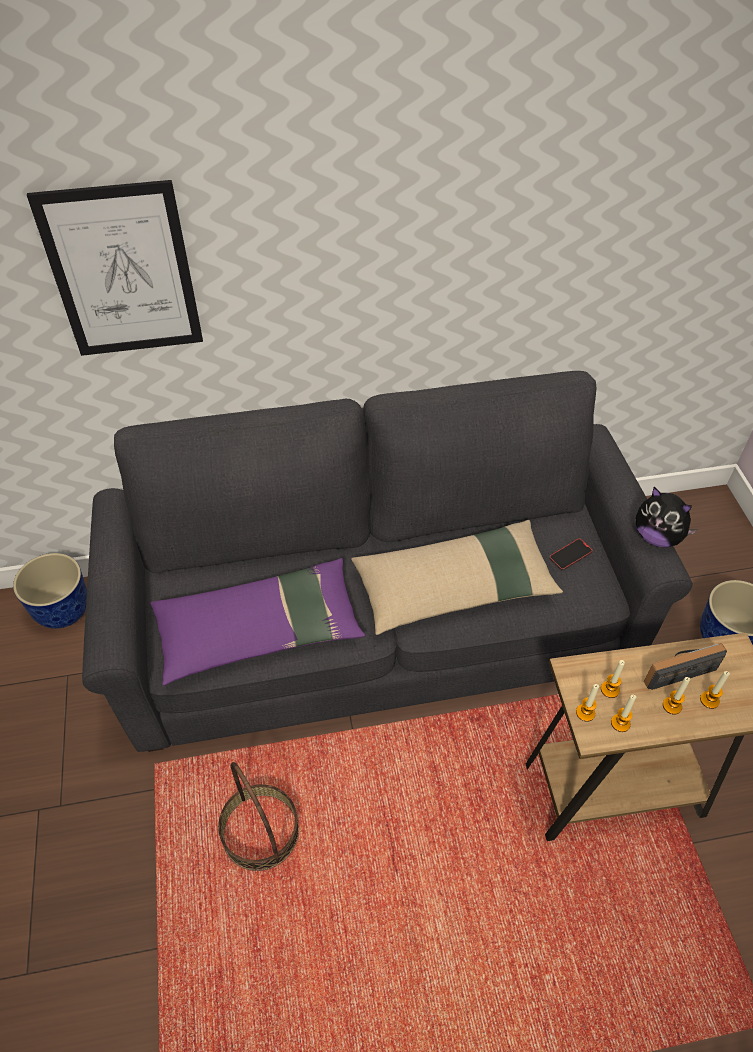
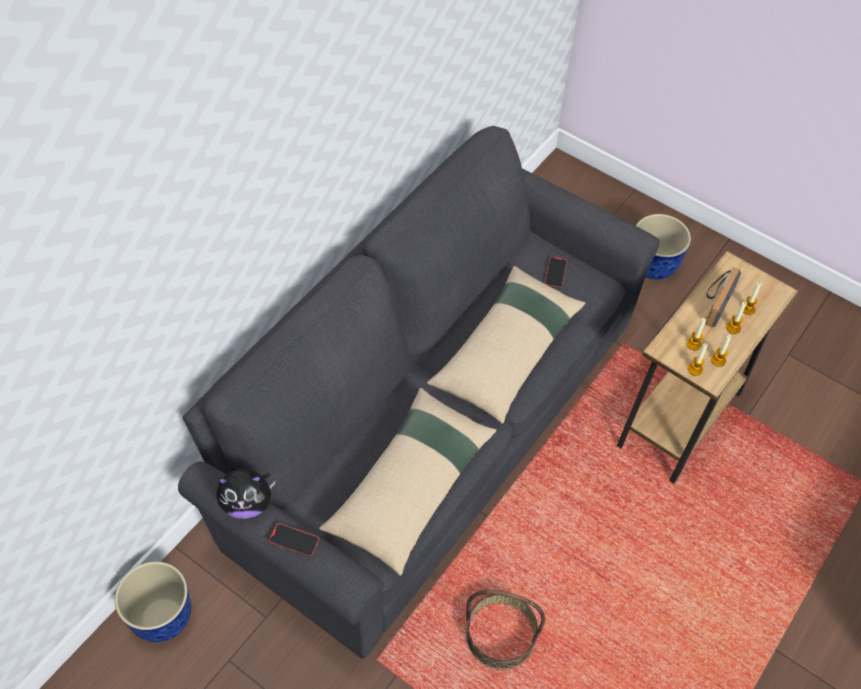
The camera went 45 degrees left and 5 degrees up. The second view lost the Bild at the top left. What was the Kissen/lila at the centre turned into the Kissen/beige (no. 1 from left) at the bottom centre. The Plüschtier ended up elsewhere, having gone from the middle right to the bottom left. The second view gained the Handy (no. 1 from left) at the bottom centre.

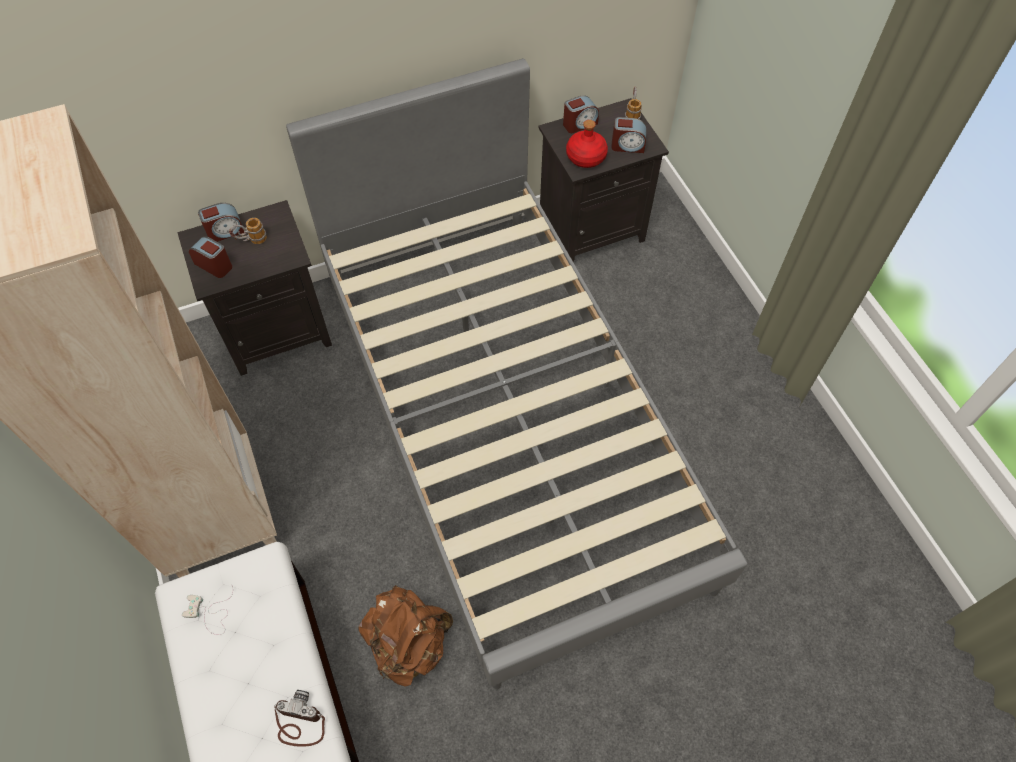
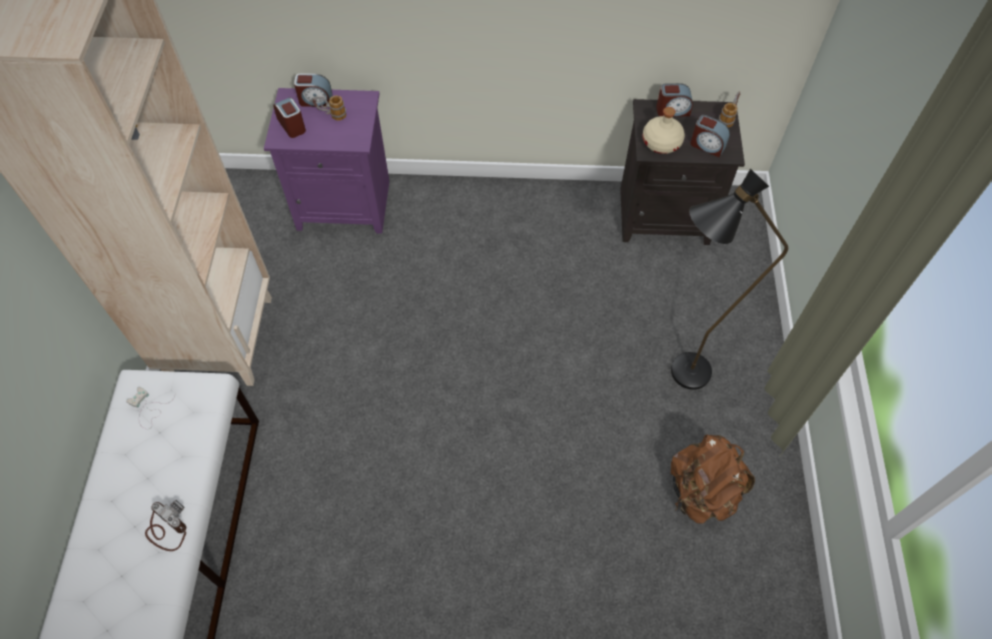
The camera went 25 degrees right and 0 degrees up. What was the Nachttisch/schwarz (no. 1 from left) at the middle left turned into the Nachttisch/lila at the top left. The second view lost the Bett/grau at the centre. The Rucksack/braun ended up elsewhere, having gone from the bottom centre to the bottom right. What was the Flasche/rot at the top centre turned into the Flasche/beige at the top right. The second view gained the Stehlampe/schwarz at the middle right.

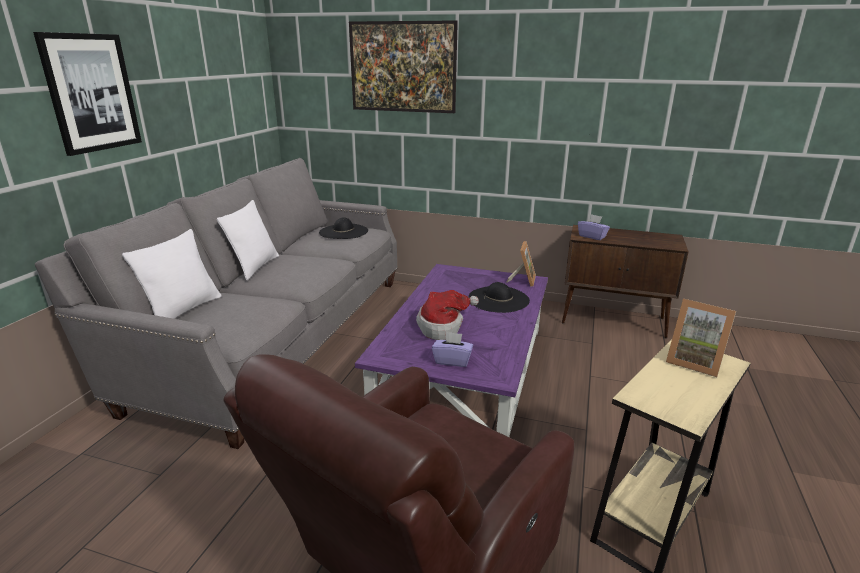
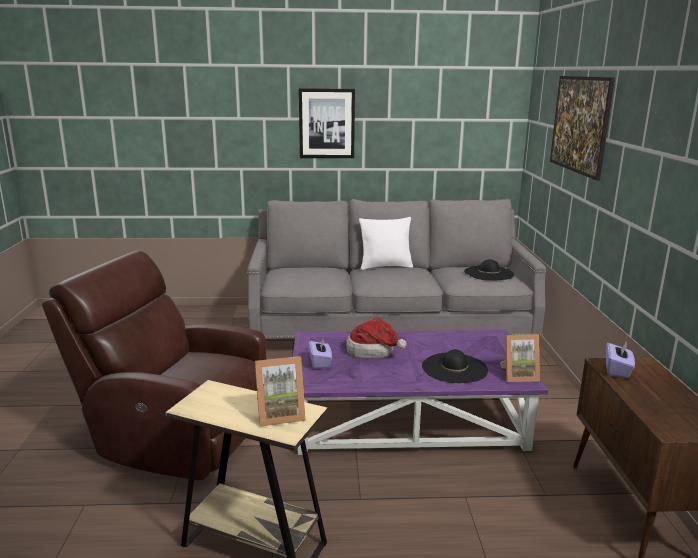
The camera went 70 degrees right and 5 degrees down. The second view lost the Kissen/weiß (no. 1 from left) at the middle left. The Bilderrahmen (no. 2 from left in the first image) at the middle right ended up facing another way, 120 degrees counterclockwise from before.

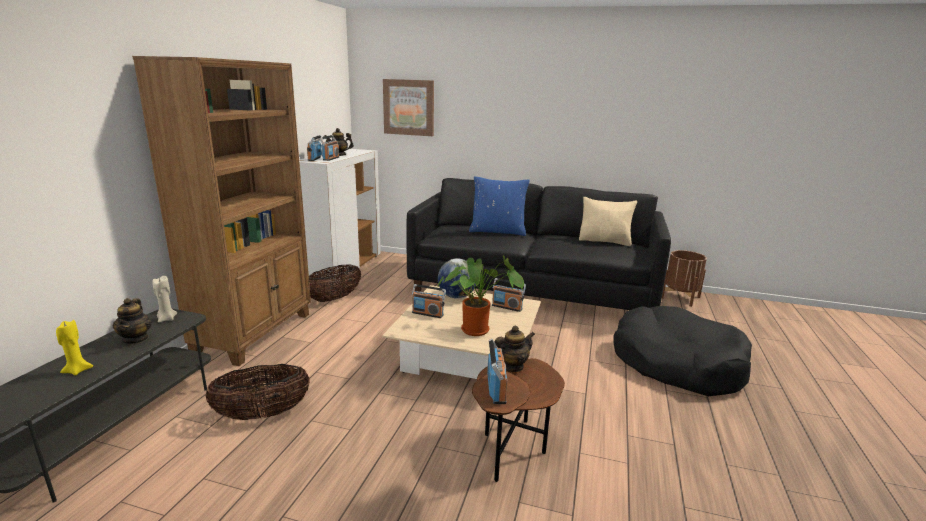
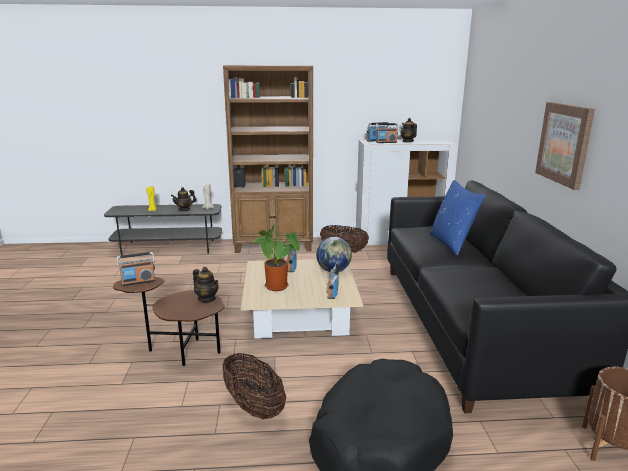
The camera went 70 degrees right and 0 degrees up. The Korb (no. 1 from left) ended up elsewhere, having gone from the bottom left to the bottom centre. The Bild ended up elsewhere, having gone from the top centre to the top right. The second view lost the Kissen/beige at the centre.

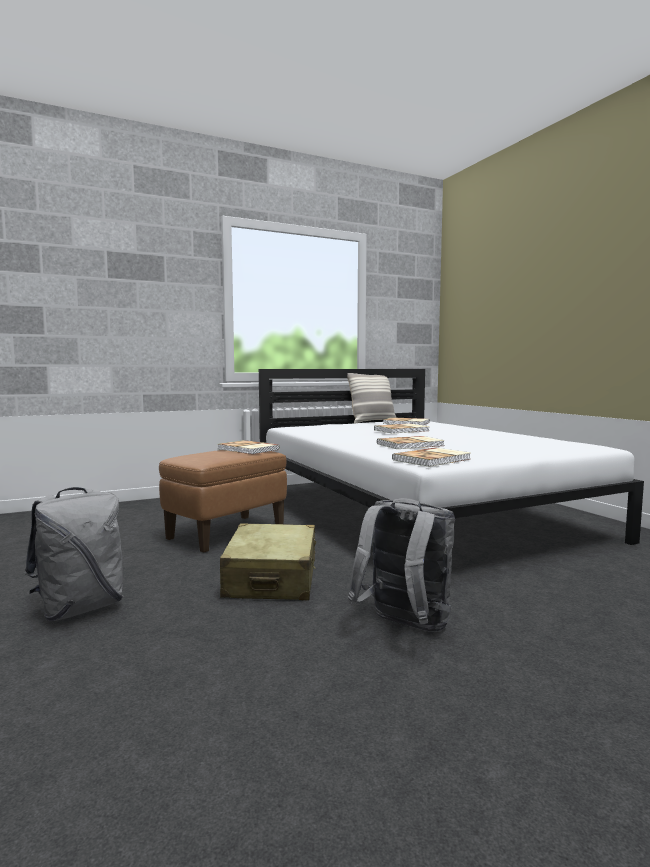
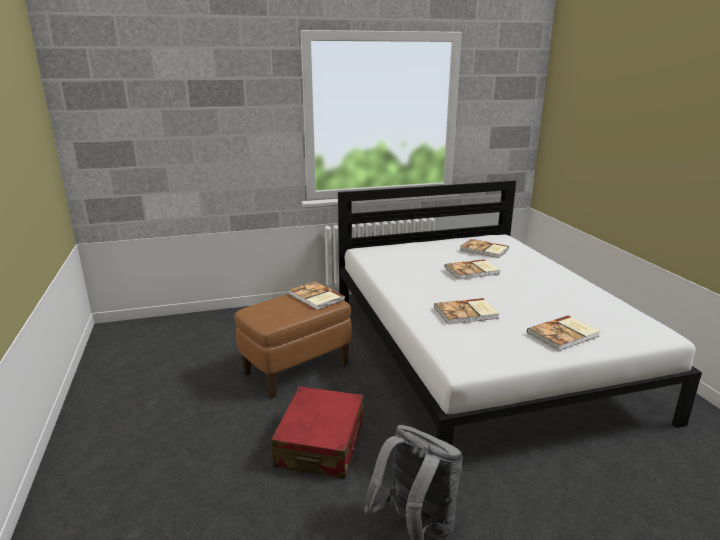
The camera went 10 degrees right and 15 degrees up. The second view lost the Rucksack/grau (no. 1 from left) at the middle left. What was the Koffer/beige at the centre turned into the Koffer/rot at the bottom centre. The second view lost the Kissen at the centre. The Buch (no. 5 from left) ended up elsewhere, having gone from the centre to the middle right.

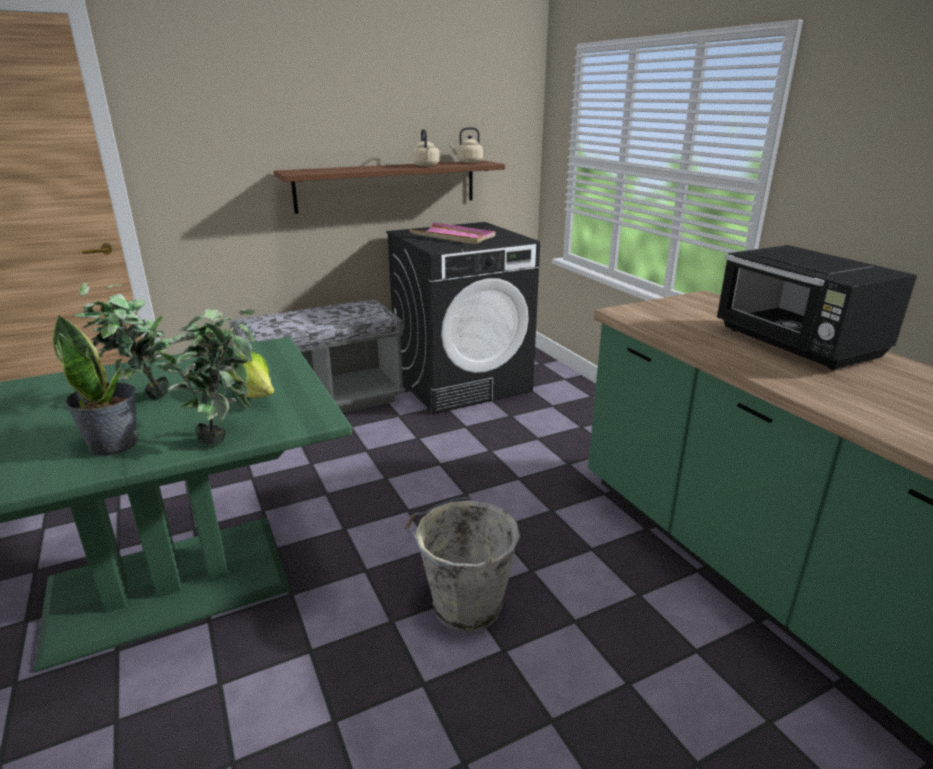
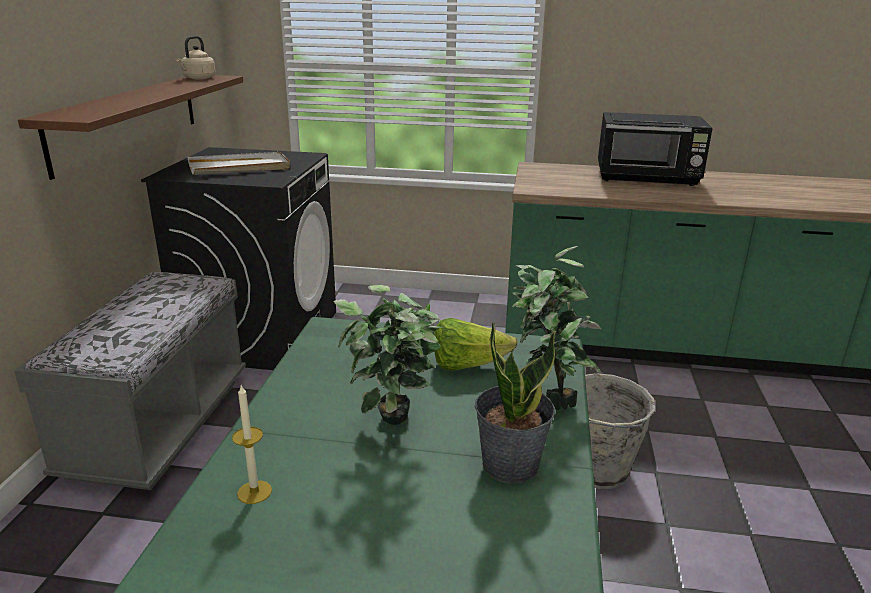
The camera went 55 degrees left and 0 degrees up. What was the Tablett/rosa at the top centre turned into the Tablett/weiß at the top left. The second view lost the Wasserkessel/beige (no. 1 from left) at the top centre. The second view gained the Kerze at the bottom left.

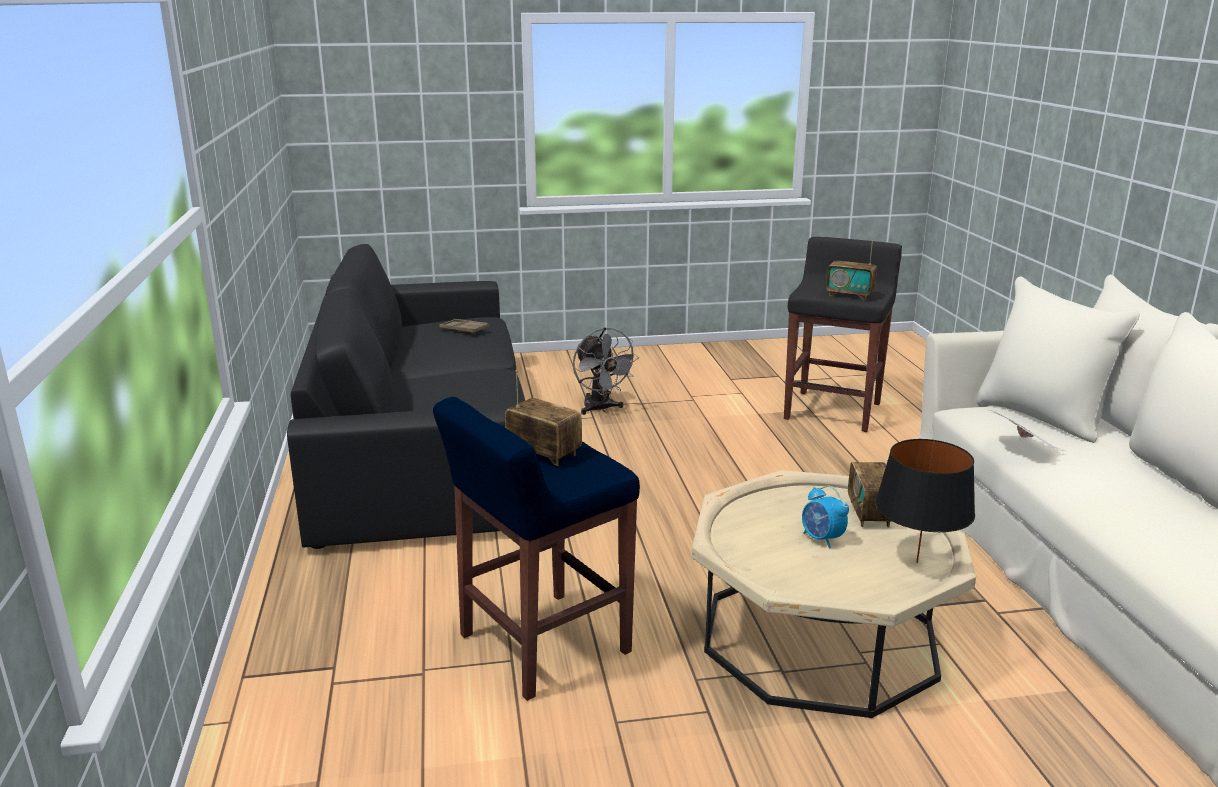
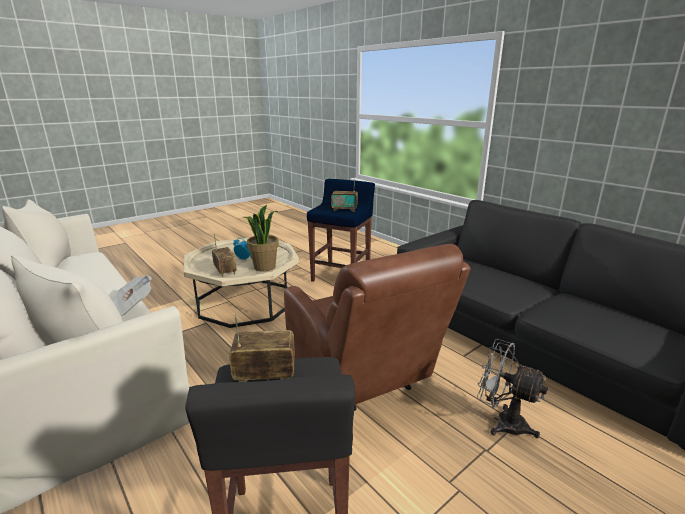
The camera went 150 degrees right and 0 degrees up. The second view lost the Tablett/braun at the centre. The second view lost the Tischlampe/schwarz at the middle right. The second view gained the Topfpflanze at the centre. The second view gained the Sessel/braun at the centre.

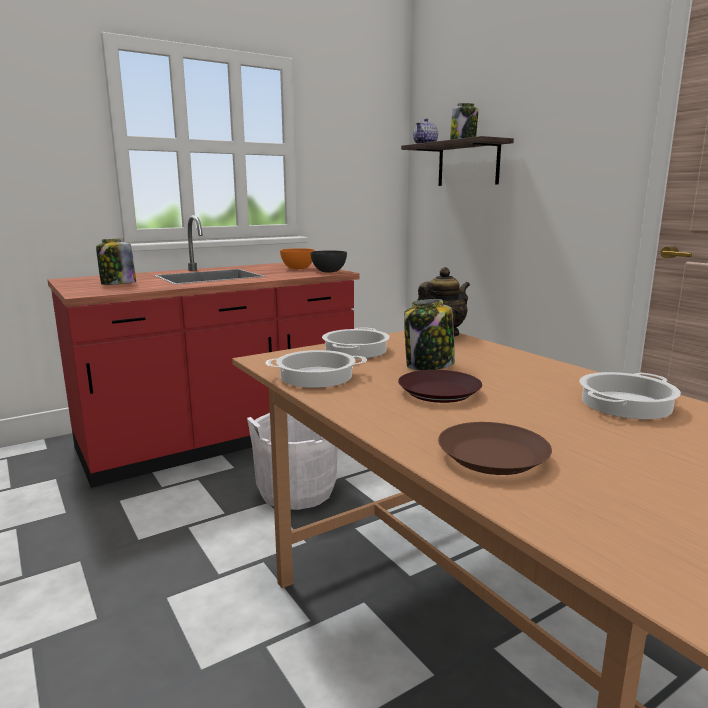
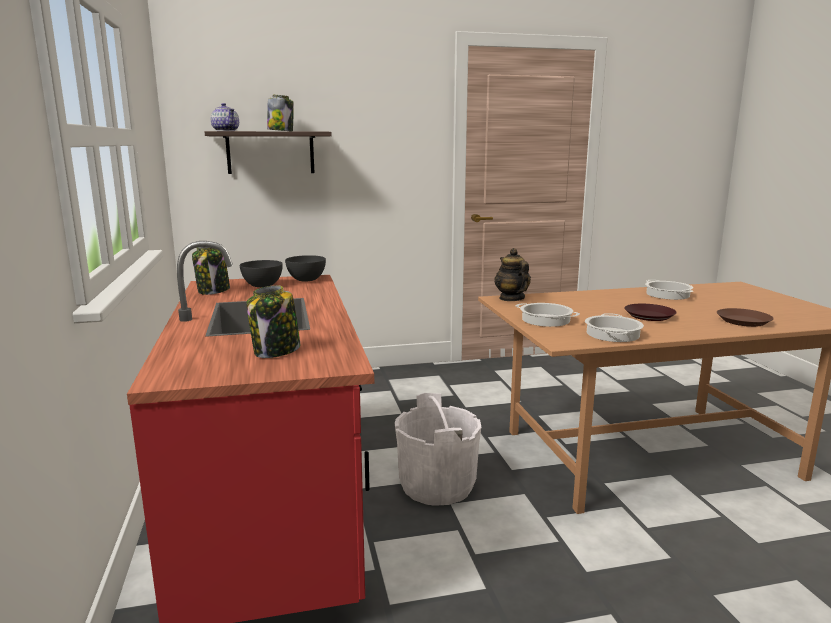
The camera went 70 degrees left and 0 degrees up. What was the Schüssel/orange at the centre turned into the Schüssel/grau (no. 1 from left) at the middle left. The Vorratsglas (no. 2 from left in the first image) ended up elsewhere, having gone from the centre to the middle left.

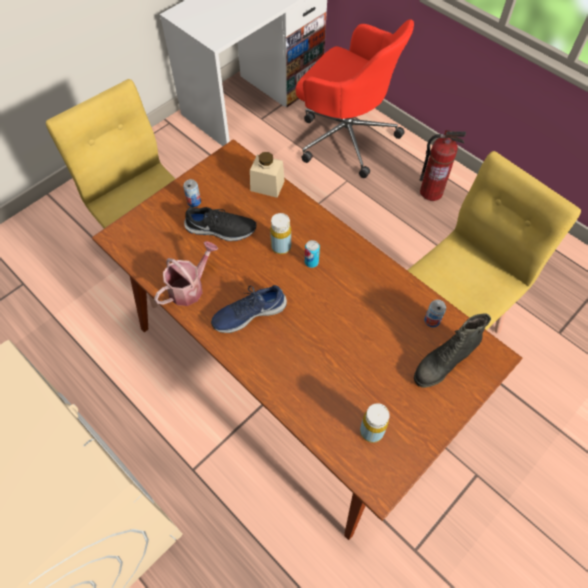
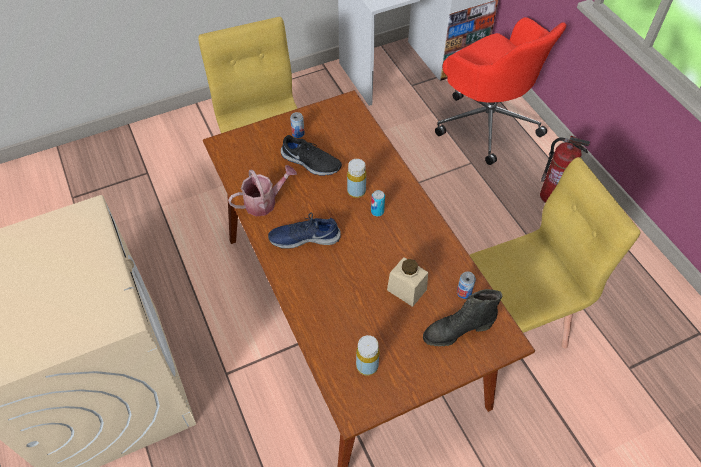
The camera went 20 degrees right and 5 degrees down. The Vorratsglas/beige ended up elsewhere, having gone from the top centre to the centre.

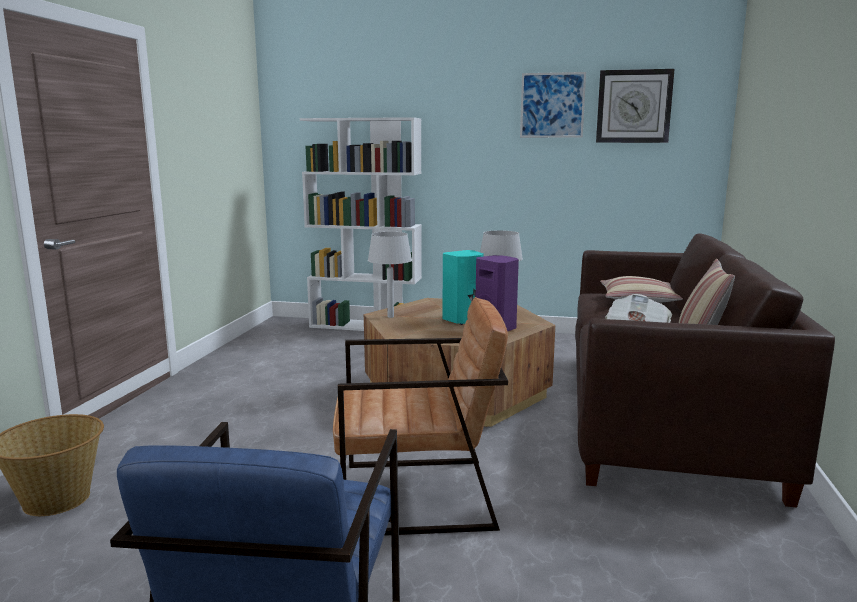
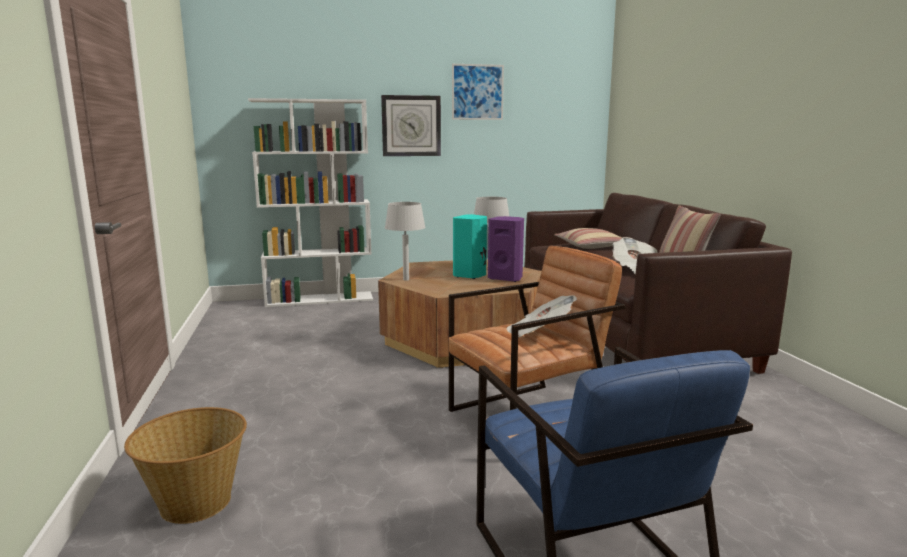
The camera went 25 degrees left and 0 degrees up. The Wanduhr ended up elsewhere, having gone from the top right to the top centre. The second view gained the Zeitung (no. 1 from left) at the centre.

